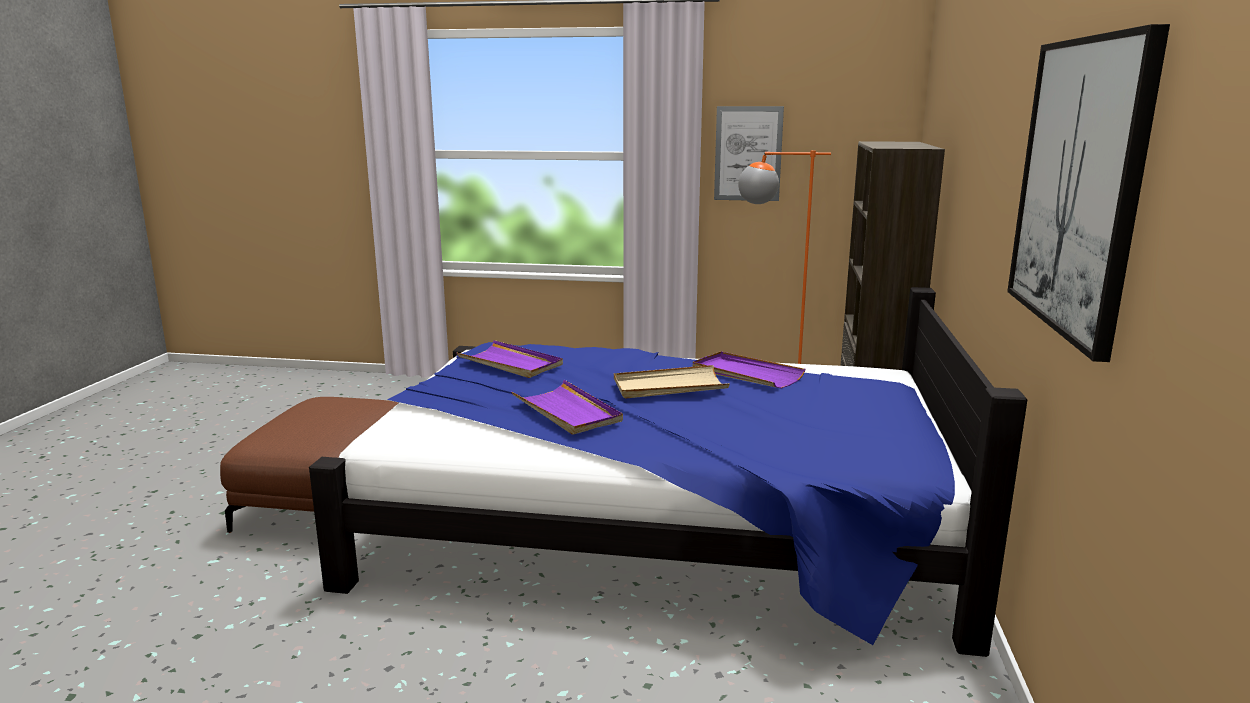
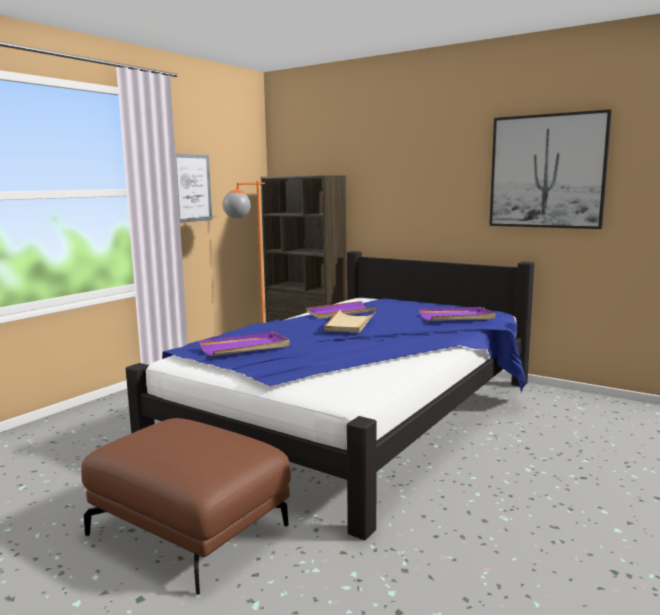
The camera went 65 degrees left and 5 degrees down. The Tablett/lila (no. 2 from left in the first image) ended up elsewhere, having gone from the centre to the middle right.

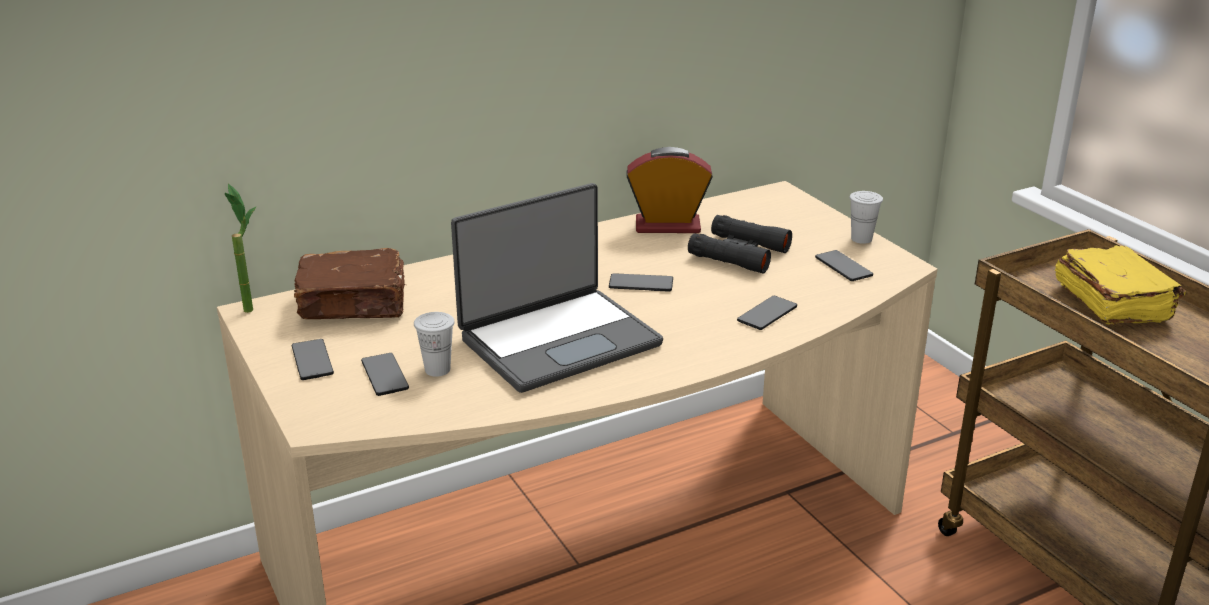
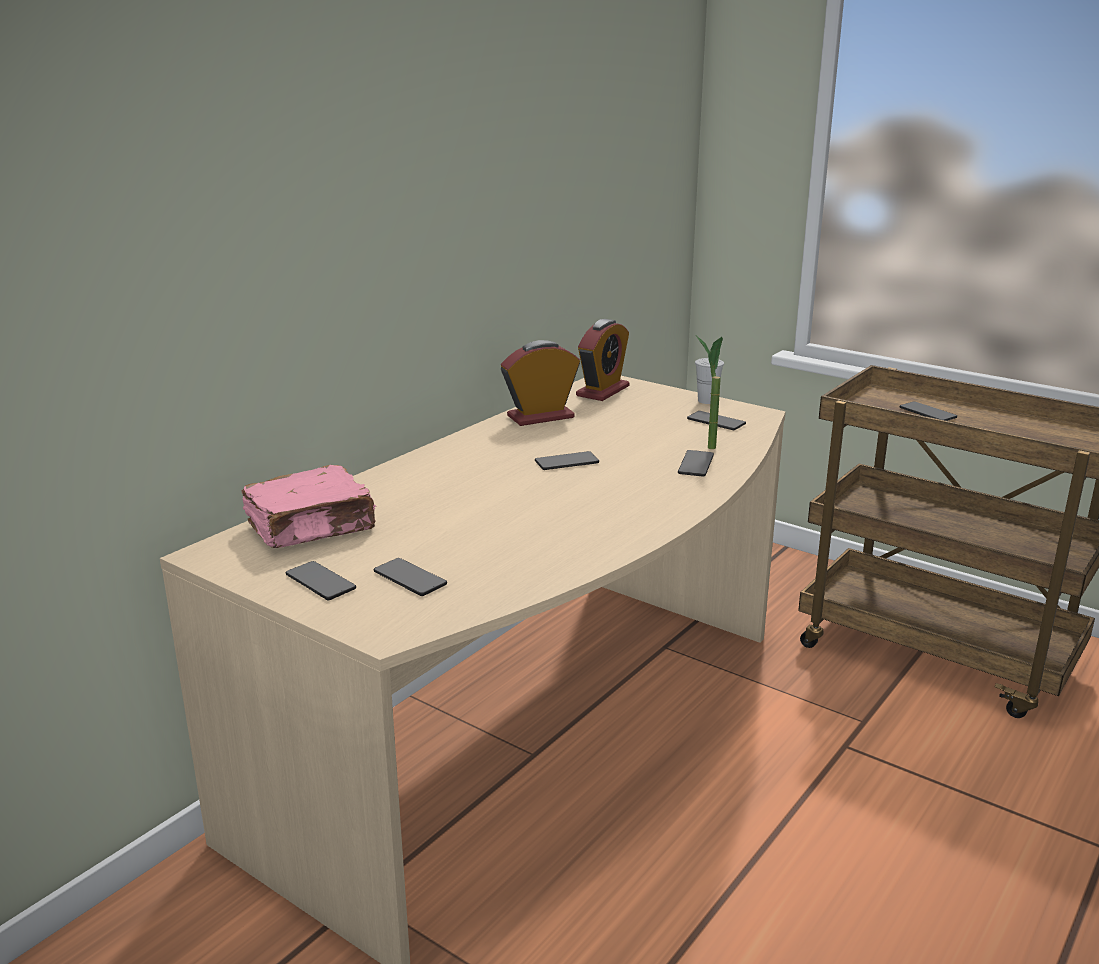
The camera went 25 degrees left and 5 degrees down. The Topfpflanze ended up elsewhere, having gone from the middle left to the centre. What was the Buch/braun at the middle left turned into the Buch/rosa at the middle left. The second view lost the Tasse/weiß (no. 1 from left) at the centre. The second view lost the Laptop at the centre. The second view lost the Fernglas/schwarz at the centre. Where the Buch/gelb stood at the middle right, the Handy (no. 6 from left) came to stand at the middle right. The second view gained the Wecker (no. 2 from left) at the centre.

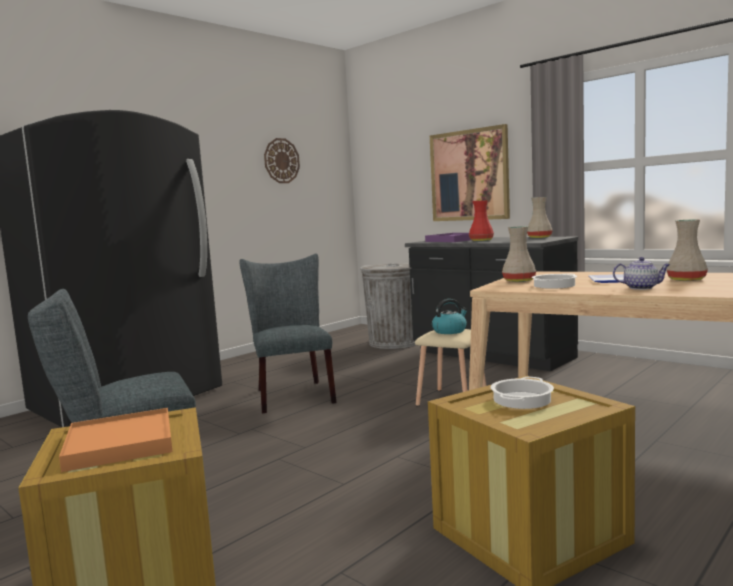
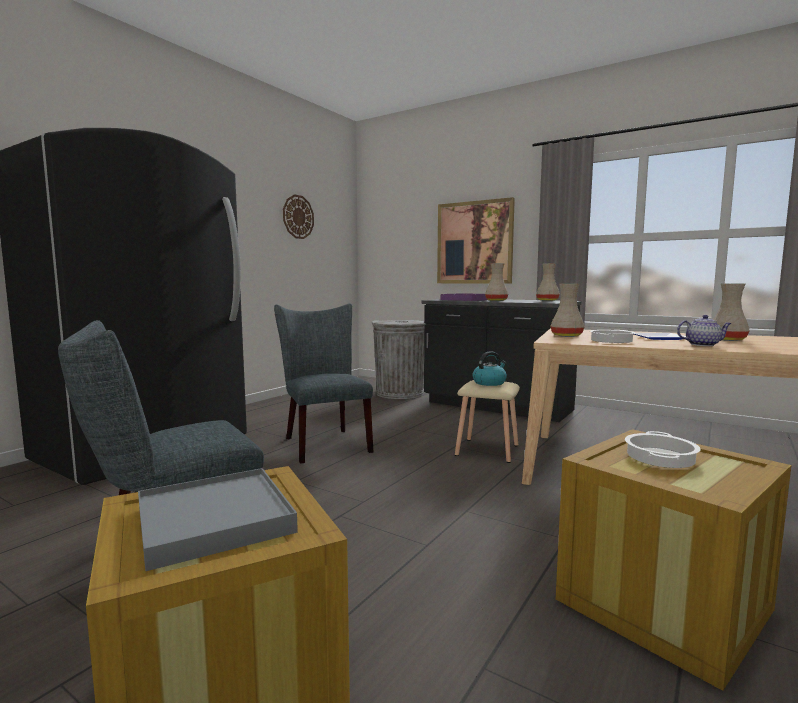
The camera went 10 degrees left and 0 degrees up. What was the Tablett/orange at the bottom left turned into the Tablett/grau at the bottom left. What was the Vase/rot at the centre turned into the Vase/beige (no. 1 from left) at the centre.

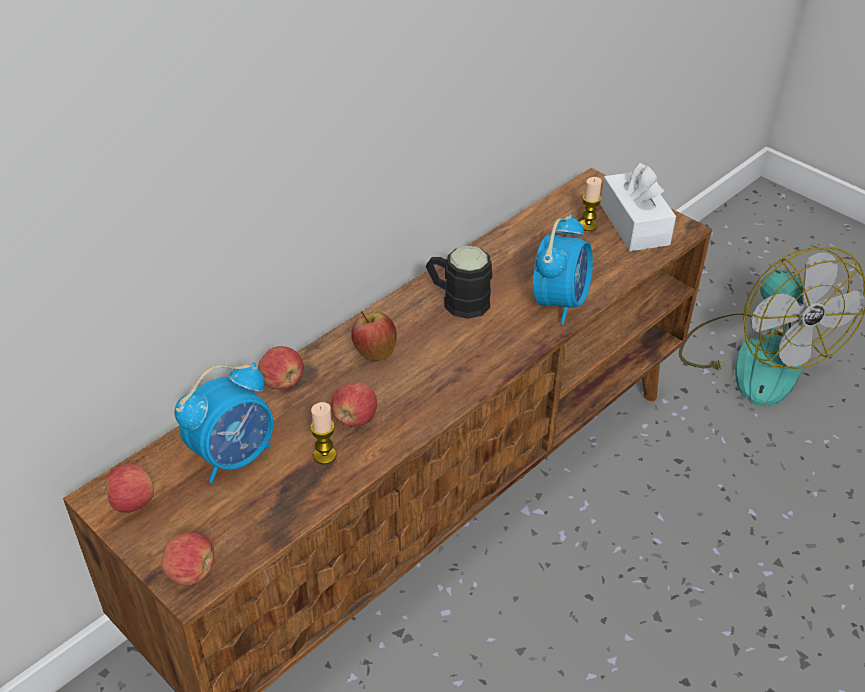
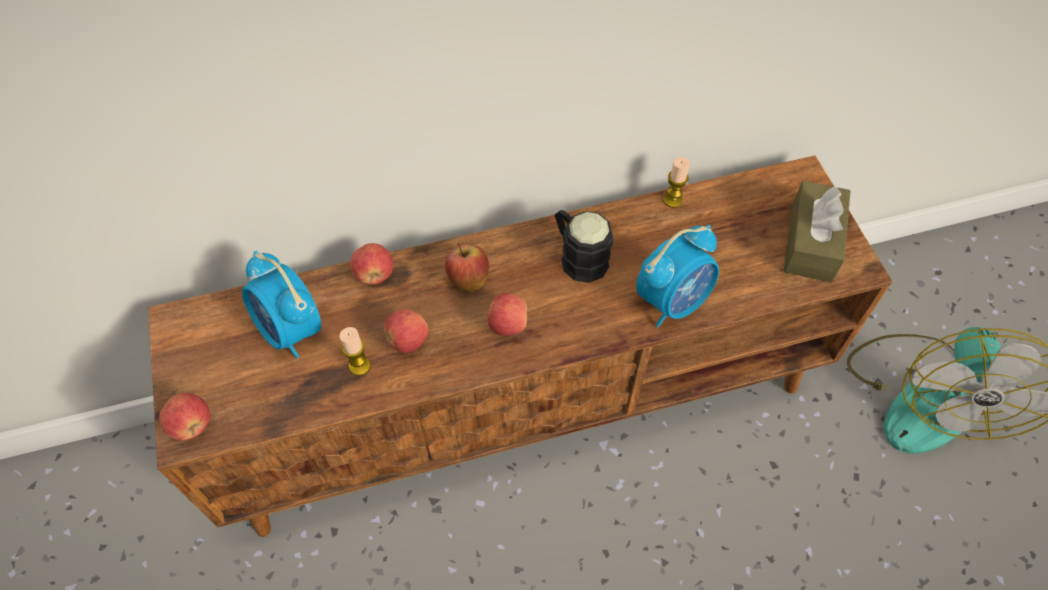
The camera went 30 degrees right and 15 degrees up. The Apfel (no. 1 from left in the first image) ended up elsewhere, having gone from the bottom left to the centre. The Wecker (no. 1 from left) at the middle left ended up facing another way, 60 degrees clockwise from before. The Kerze (no. 2 from left) ended up elsewhere, having gone from the top right to the top centre. What was the Taschentuchbox/weiß at the top right turned into the Taschentuchbox/braun at the middle right.

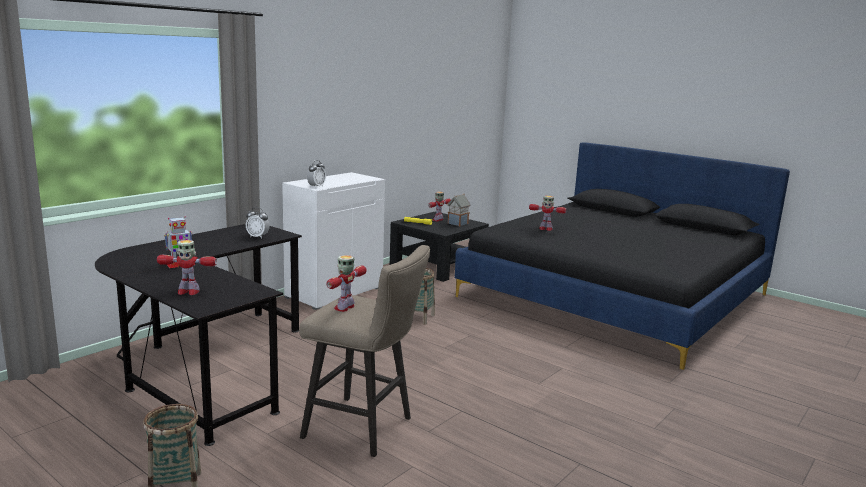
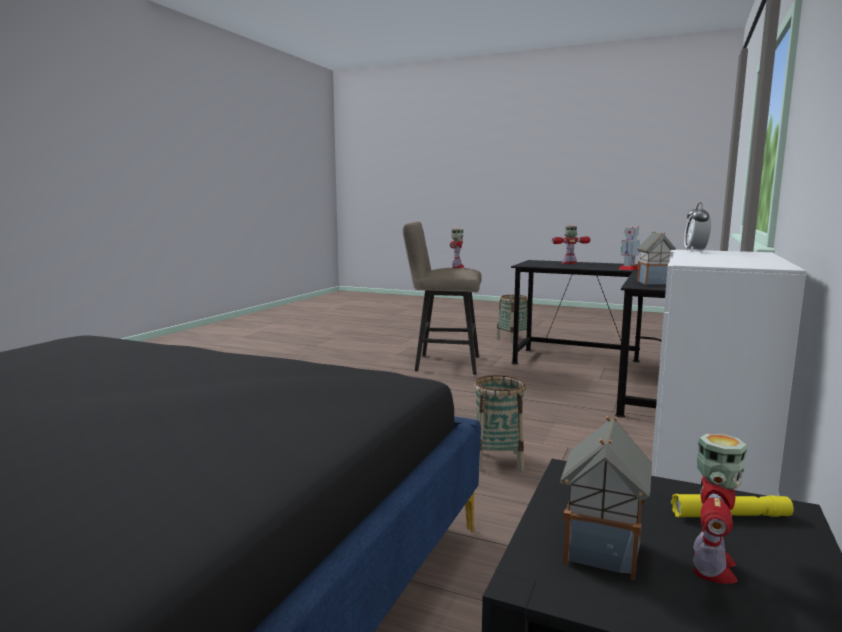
The camera went 165 degrees right and 5 degrees down. Where the Wecker (no. 1 from left) stood at the middle left, the Spielzeughaus (no. 2 from left) came to stand at the middle right. The second view lost the Spielzeugroboter (no. 5 from left) at the centre.

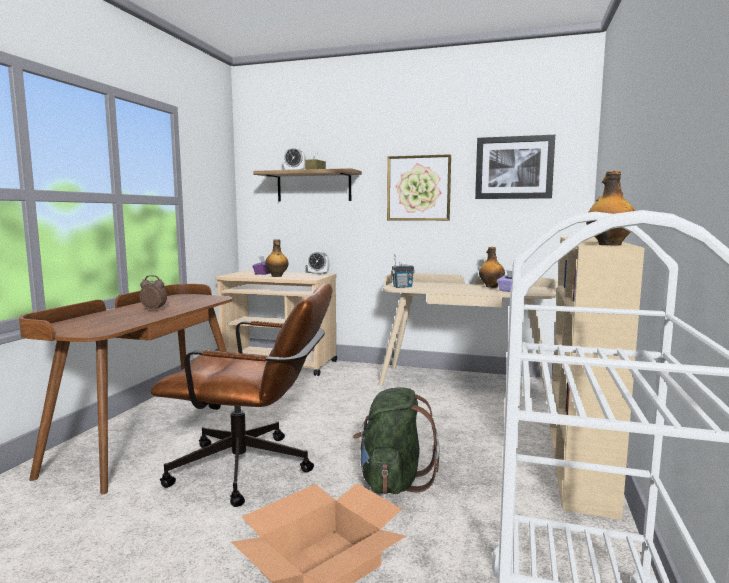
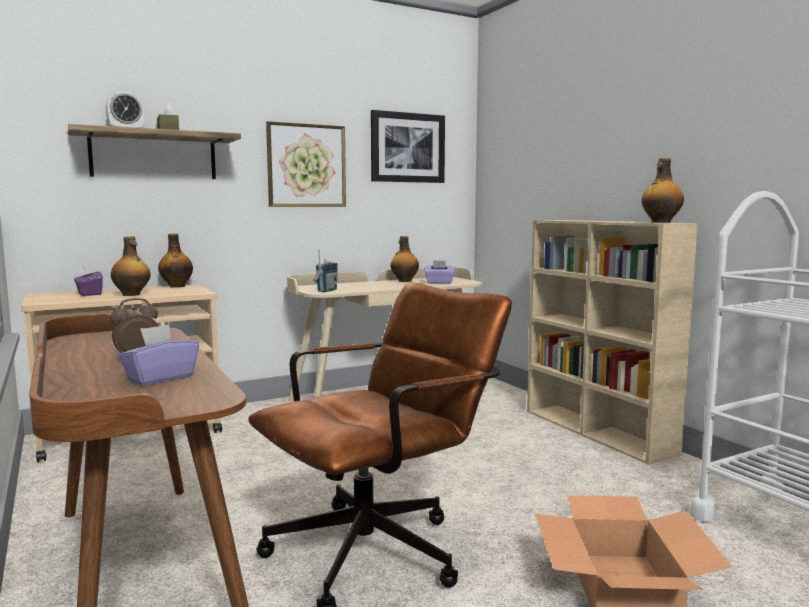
The camera went 45 degrees left and 0 degrees up. Where the Wecker (no. 3 from left) stood at the centre, the Flasche (no. 2 from left) came to stand at the middle left. The second view lost the Rucksack/grün at the bottom centre. The second view gained the Taschentuchbox/lila (no. 2 from left) at the middle left.

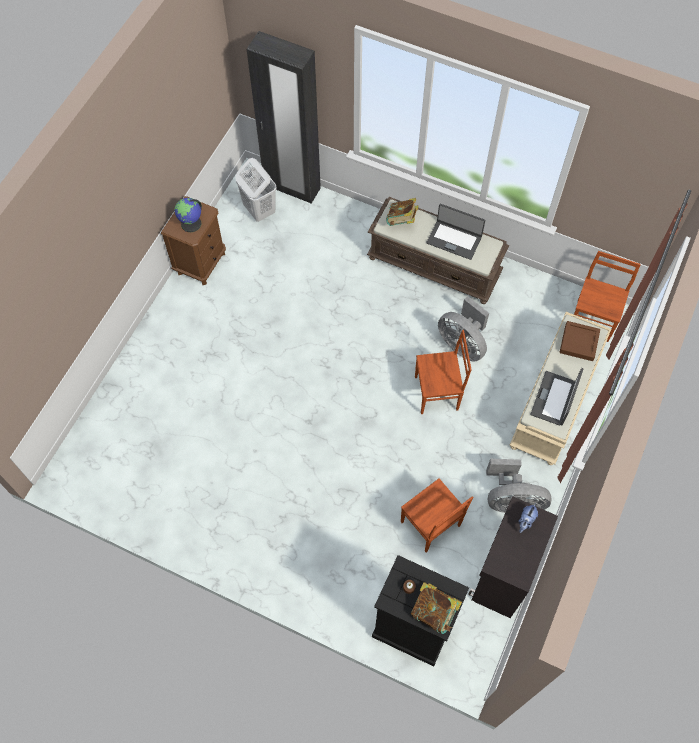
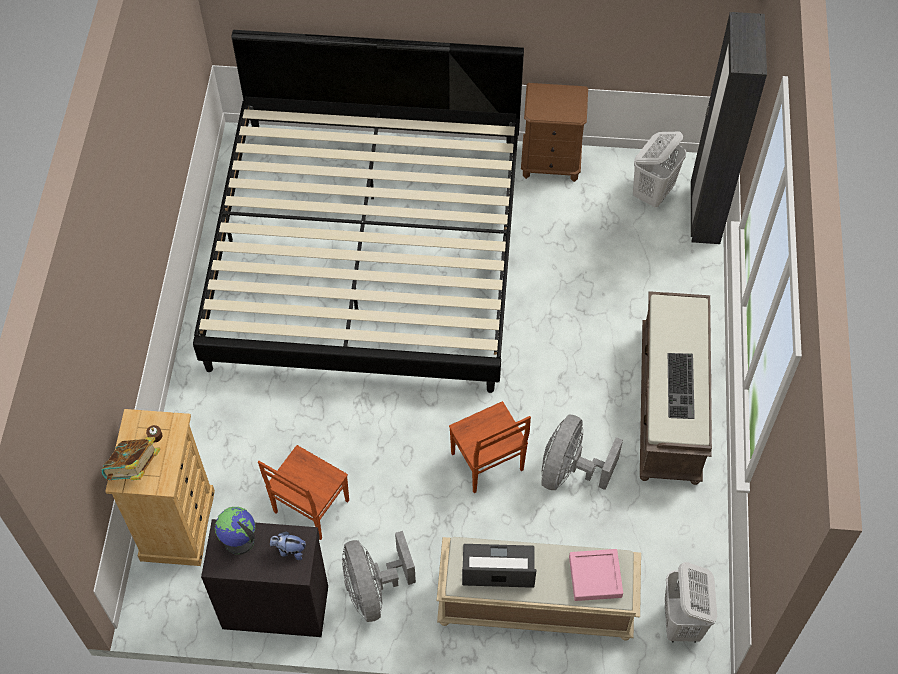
The camera went 70 degrees right and 5 degrees down. The Globus ended up elsewhere, having gone from the top left to the bottom left. What was the Kommode/schwarz at the bottom centre turned into the Kommode/beige at the bottom left. The second view lost the Buch (no. 1 from left) at the top centre. Where the Laptop (no. 1 from left) stood at the top centre, the Tastatur came to stand at the middle right. What was the Tablett/braun at the middle right turned into the Tablett/rosa at the bottom centre. Where the Stuhl/braun (no. 3 from left) stood at the middle right, the Wäschekorb/weiß (no. 2 from left) came to stand at the bottom right. The second view gained the Bett at the top centre.

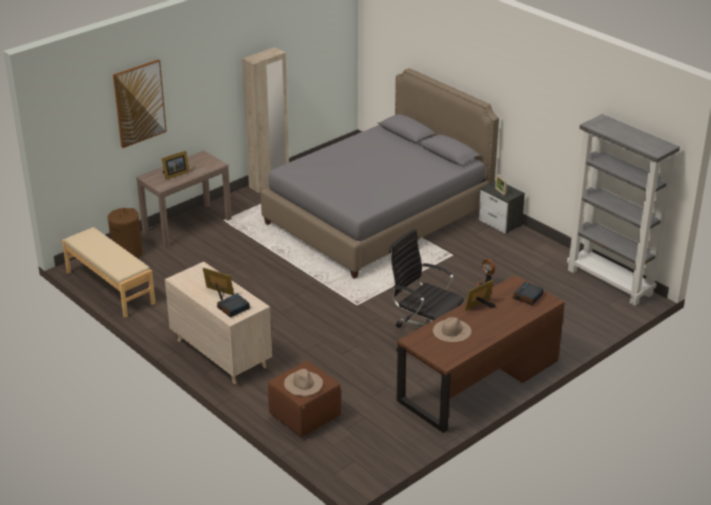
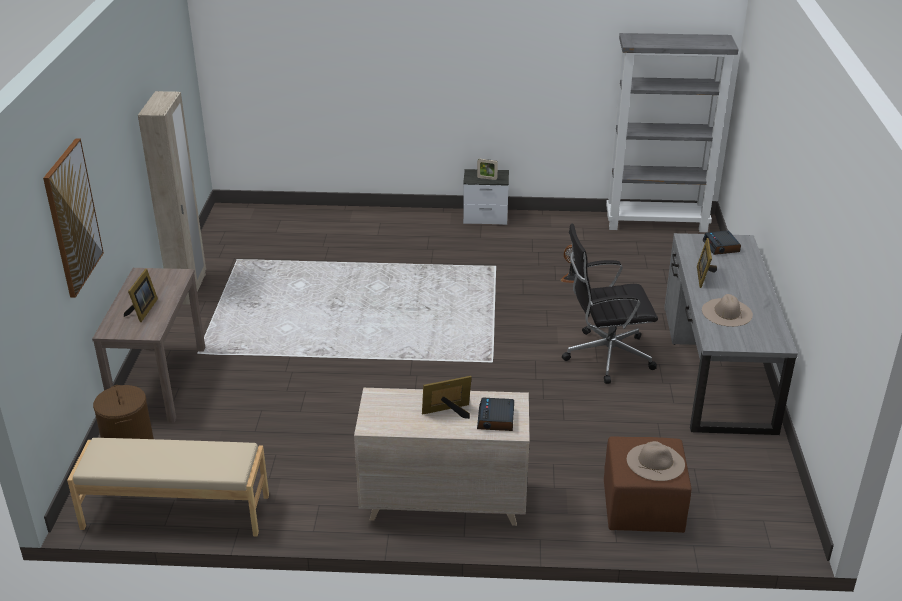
The camera went 45 degrees left and 0 degrees up. The second view lost the Bett/grau at the centre. What was the Schreibtisch/braun at the bottom right turned into the Schreibtisch/grau at the middle right.

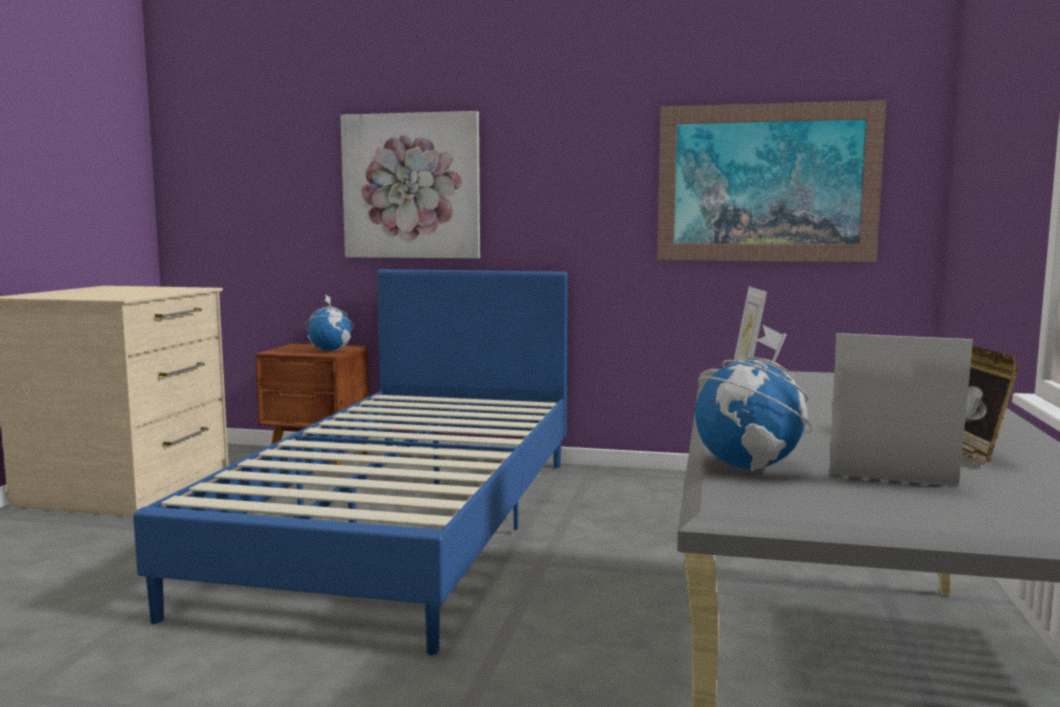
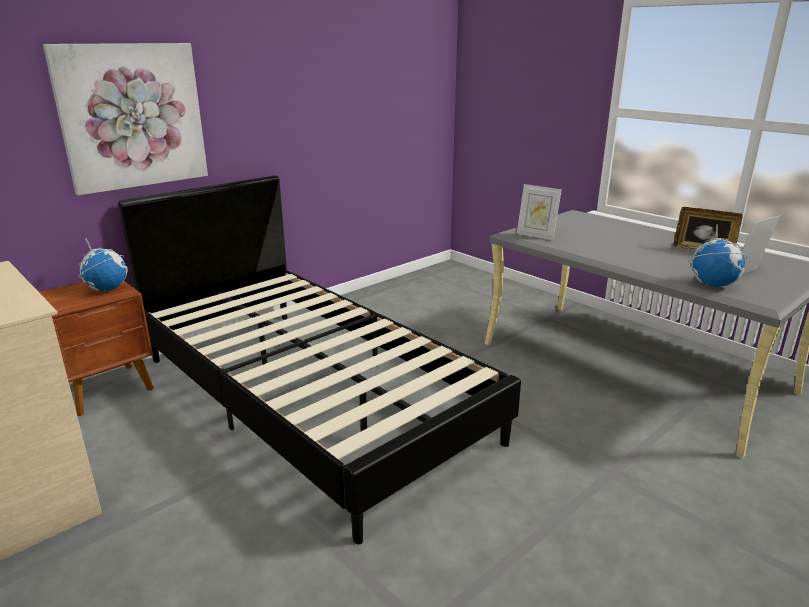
The camera went 55 degrees left and 15 degrees up. What was the Bett/blau at the middle left turned into the Bett/schwarz at the centre. The second view lost the Bild (no. 2 from left) at the top right.

